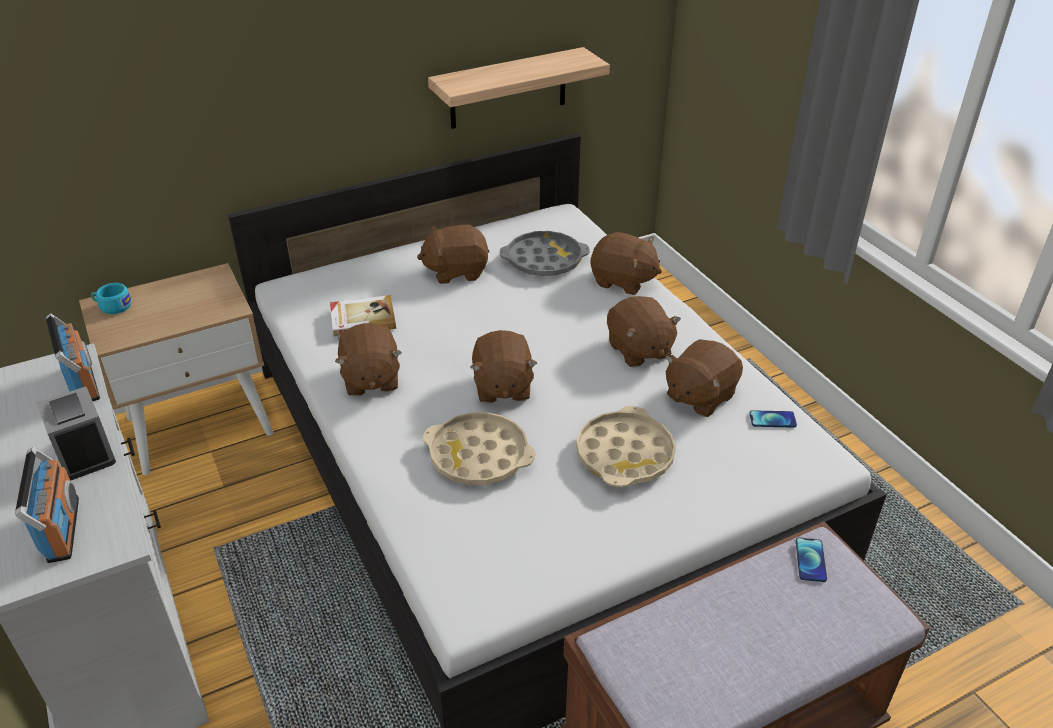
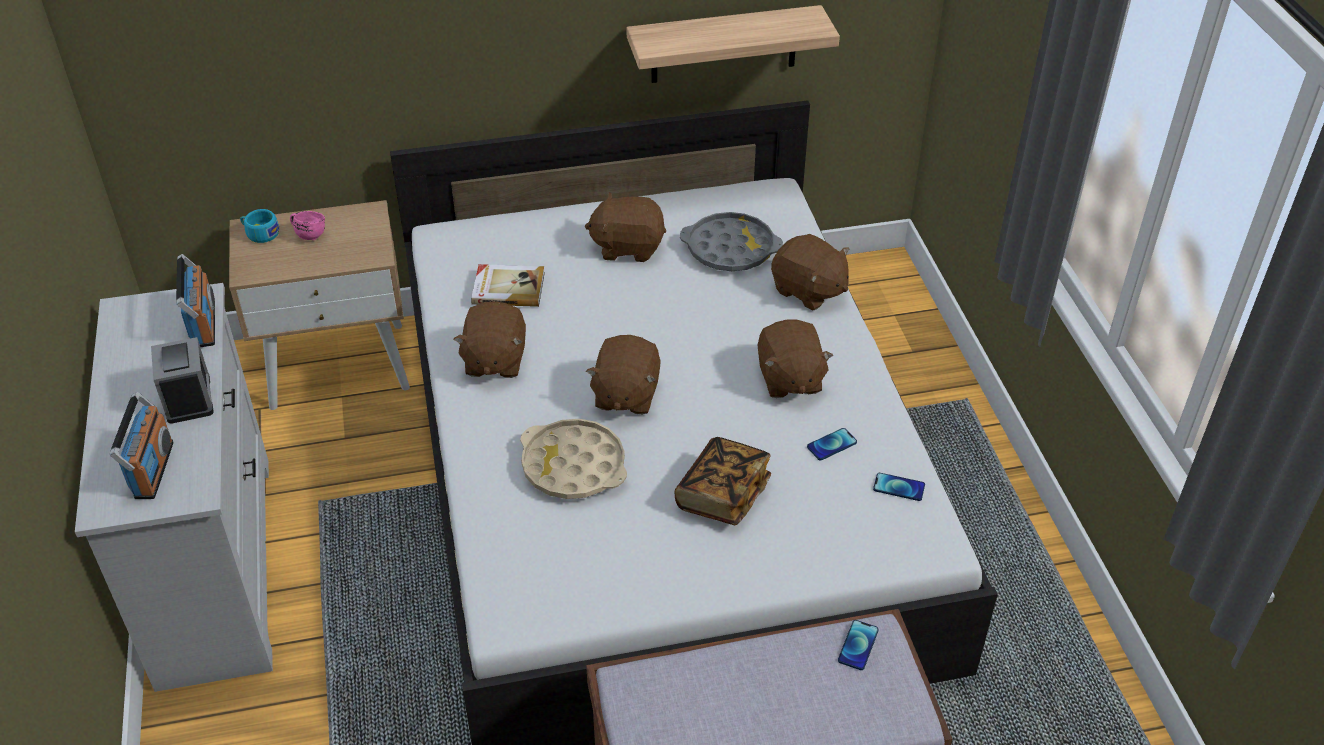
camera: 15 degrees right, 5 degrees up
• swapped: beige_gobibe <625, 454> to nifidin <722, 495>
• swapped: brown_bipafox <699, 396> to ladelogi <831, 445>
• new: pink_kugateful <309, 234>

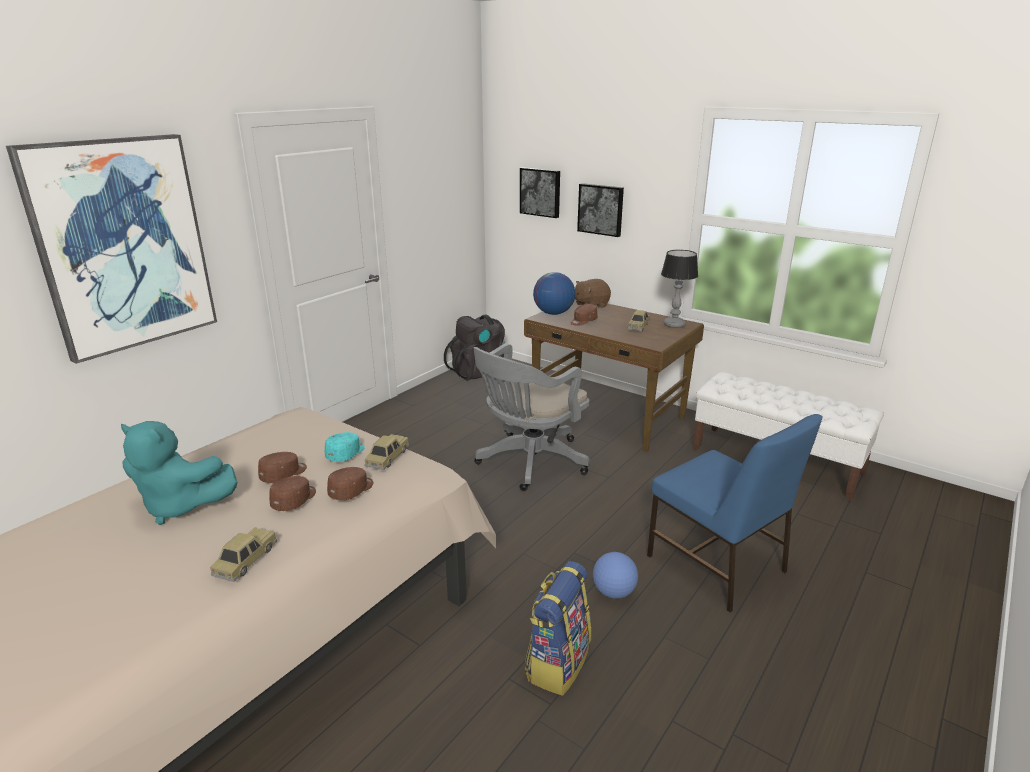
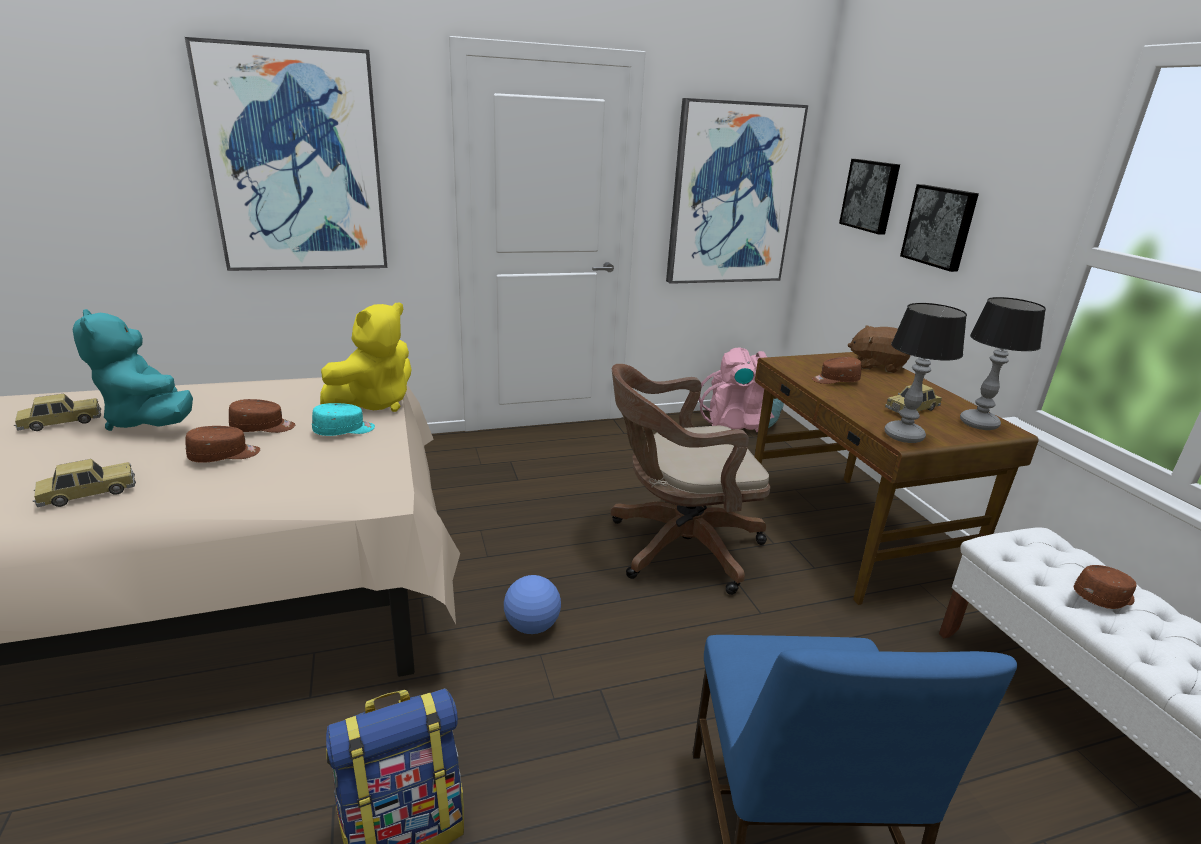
camera: 35 degrees right, 0 degrees up
• shifted: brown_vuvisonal <352, 491> to <1104, 597>
• shifted: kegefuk <387, 458> to <61, 422>
• repainted: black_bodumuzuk <479, 372> to pink_bodumuzuk <739, 422>
• repainted: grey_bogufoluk <528, 462> to brown_bogufoluk <676, 547>
• gone: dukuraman <553, 313>
• shifted: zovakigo <613, 592> to <532, 626>
• new: yellow_bipafox <374, 403>
• new: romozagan <732, 195>
• new: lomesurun <904, 436>

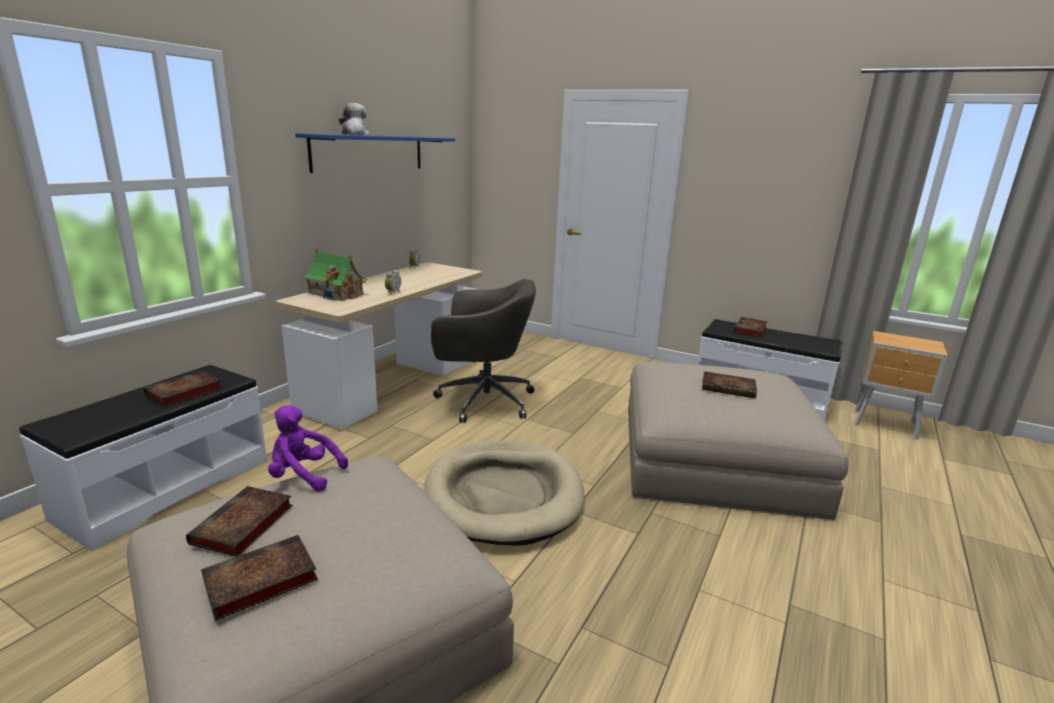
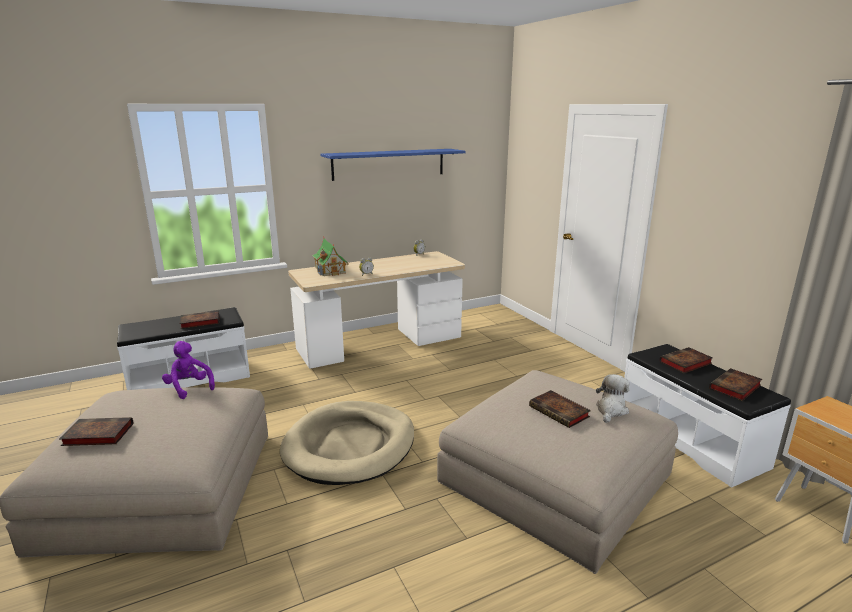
camera: 35 degrees right, 0 degrees up
• shifted: nifidin <242, 526> to <735, 388>
• shifted: bipafox <354, 135> to <611, 410>
• gone: grey_bogufoluk <482, 400>

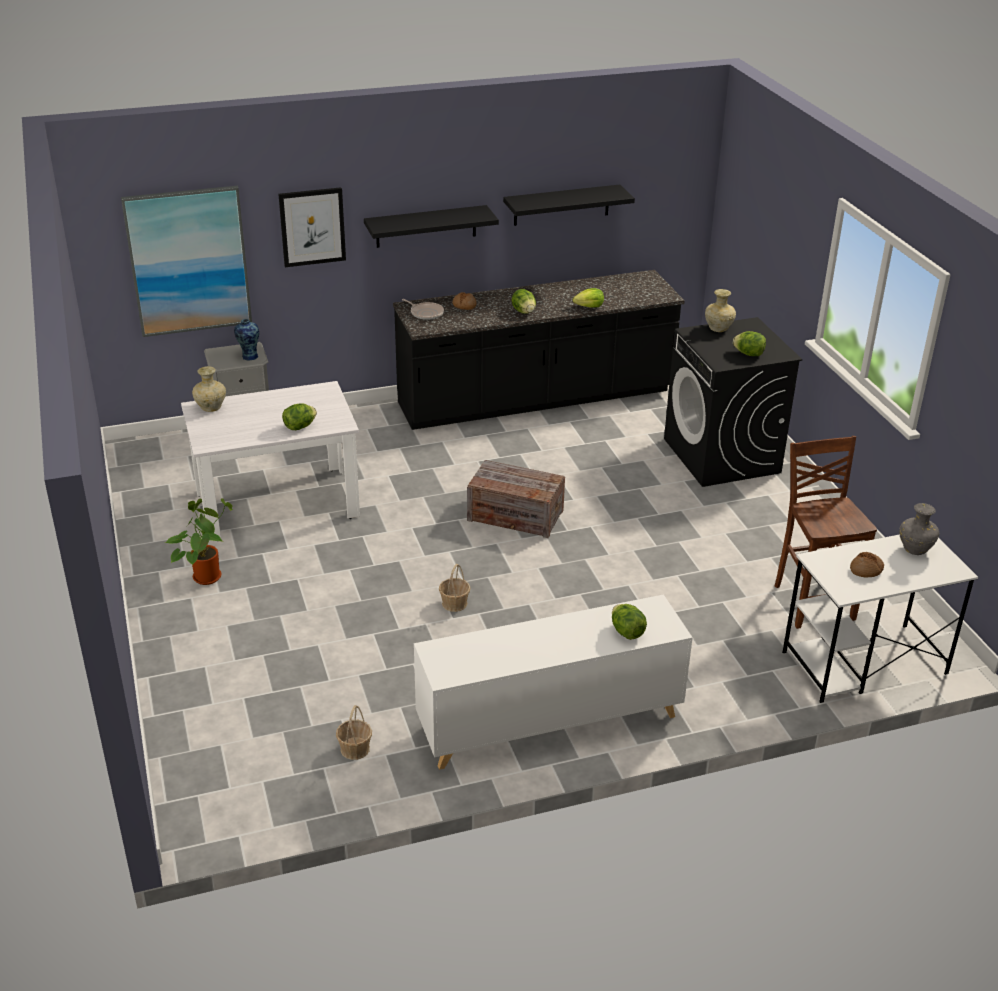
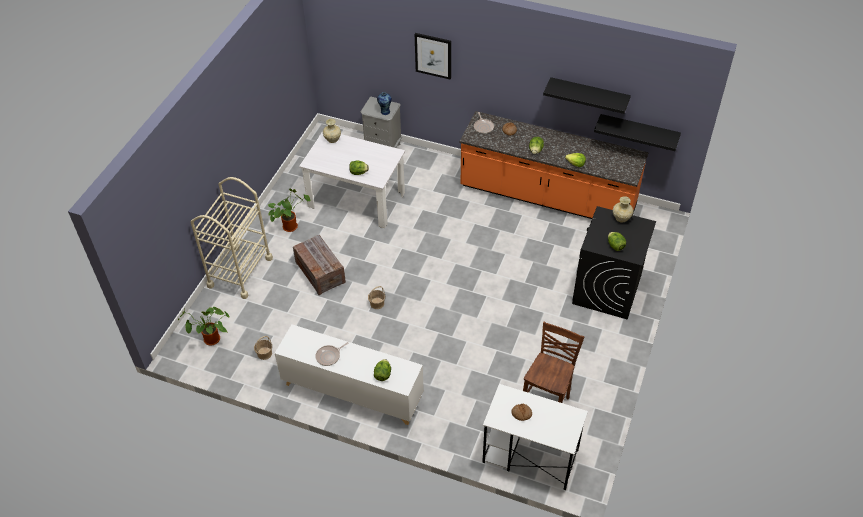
camera: 40 degrees right, 15 degrees up
• gone: romozagan <188, 261>
• shifted: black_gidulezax <426, 226> to <638, 130>
• repainted: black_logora <536, 399> to orange_logora <547, 197>
• shifted: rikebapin <515, 515> to <320, 272>
• gone: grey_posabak <915, 549>
• new: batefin <210, 340>
• new: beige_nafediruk <240, 272>
• new: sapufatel <329, 356>

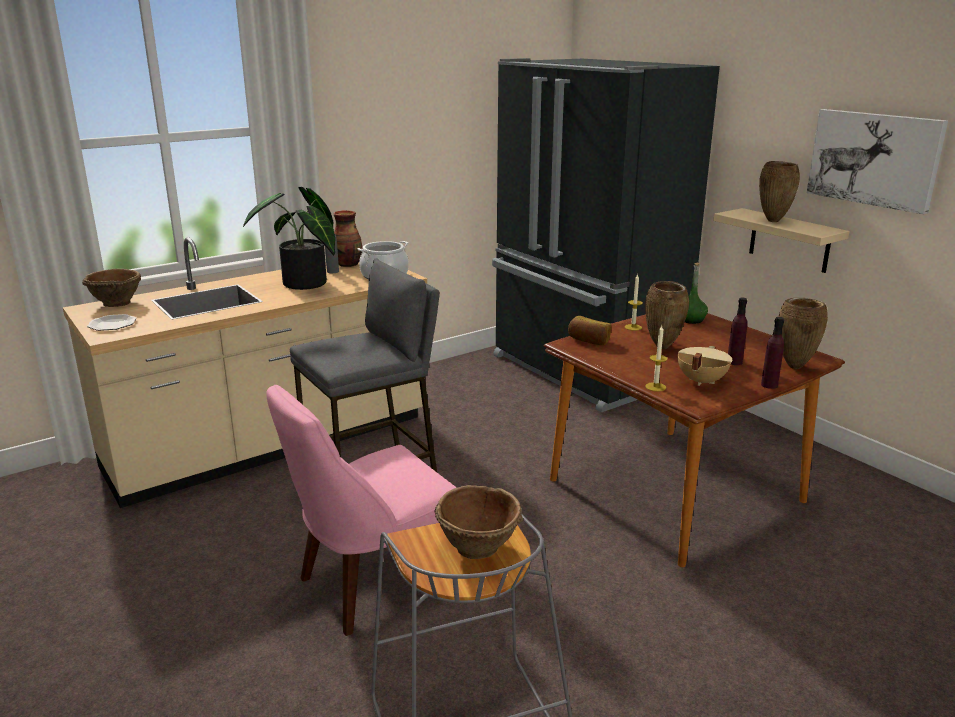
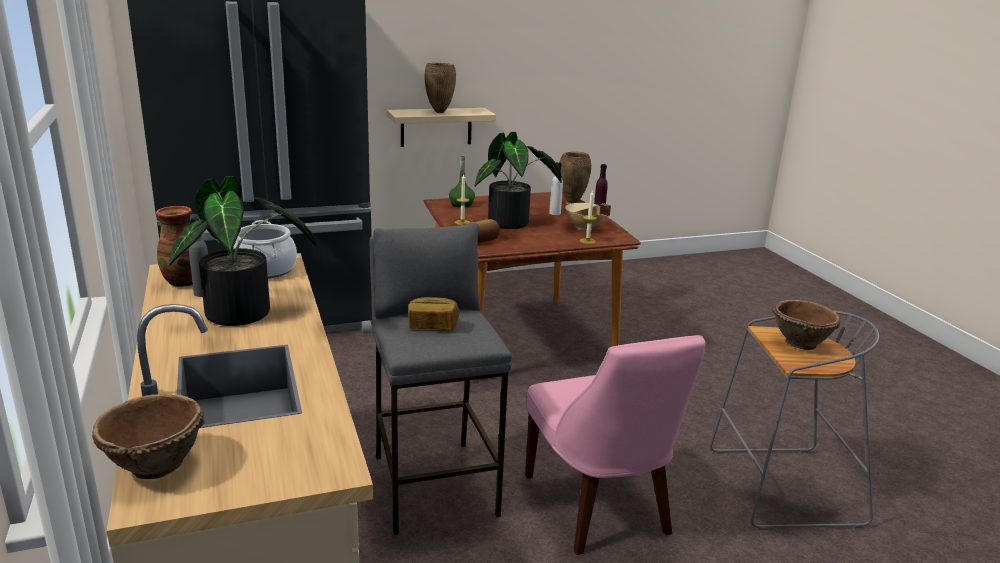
camera: 75 degrees left, 0 degrees up
• gone: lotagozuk <112, 324>
• swapped: brown_posabak <663, 347> to batefin <513, 223>
• repainted: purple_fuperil <734, 362> to white_fuperil <555, 213>
• gone: romozagan <874, 159>
• new: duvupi <432, 326>

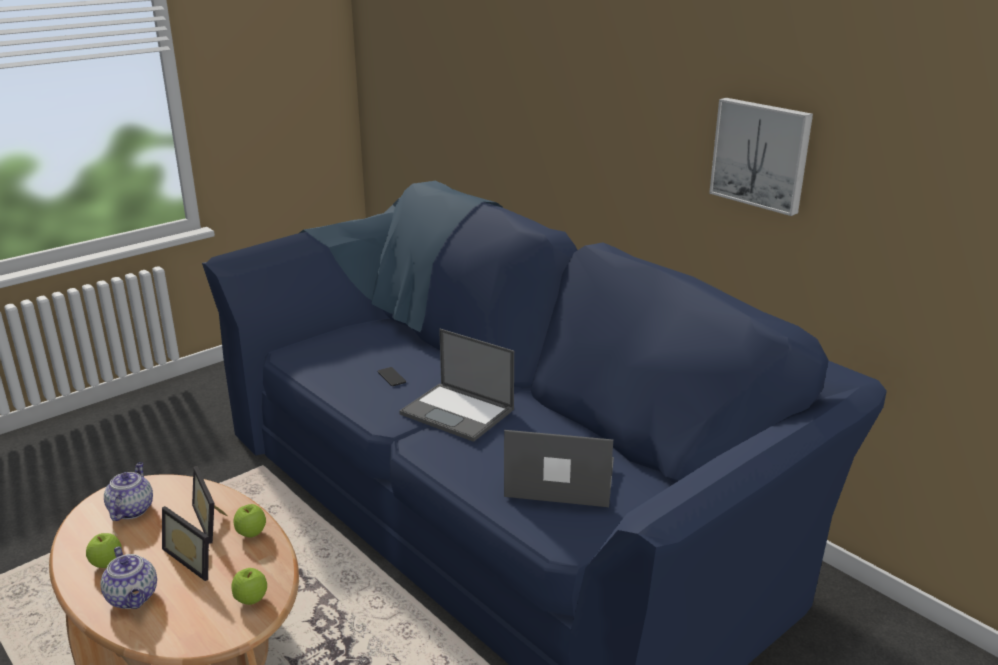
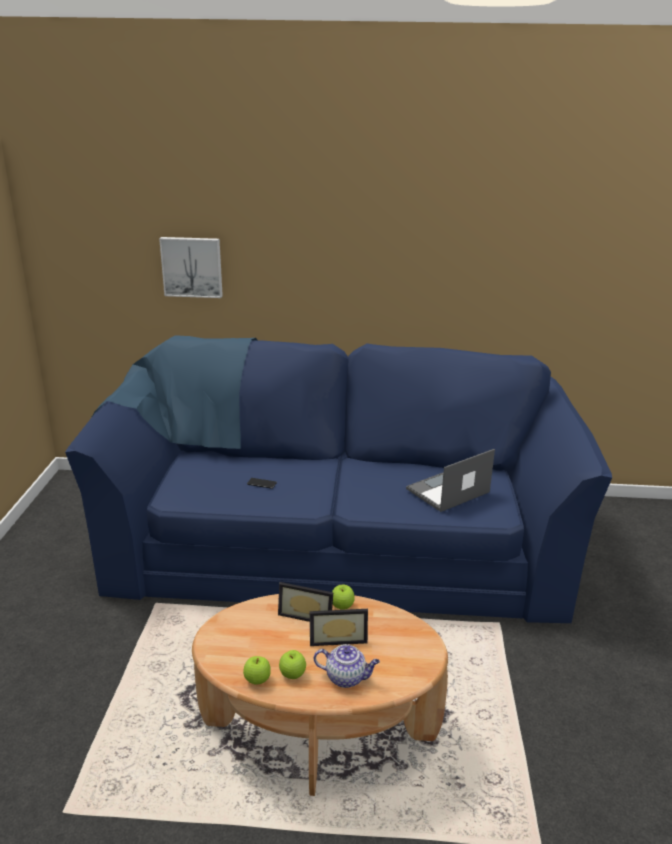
camera: 45 degrees left, 0 degrees up
• gone: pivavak <131, 509>
• shifted: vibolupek <251, 599> to <257, 680>
• gone: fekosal <458, 412>
• shifted: romozagan <761, 154> to <192, 267>

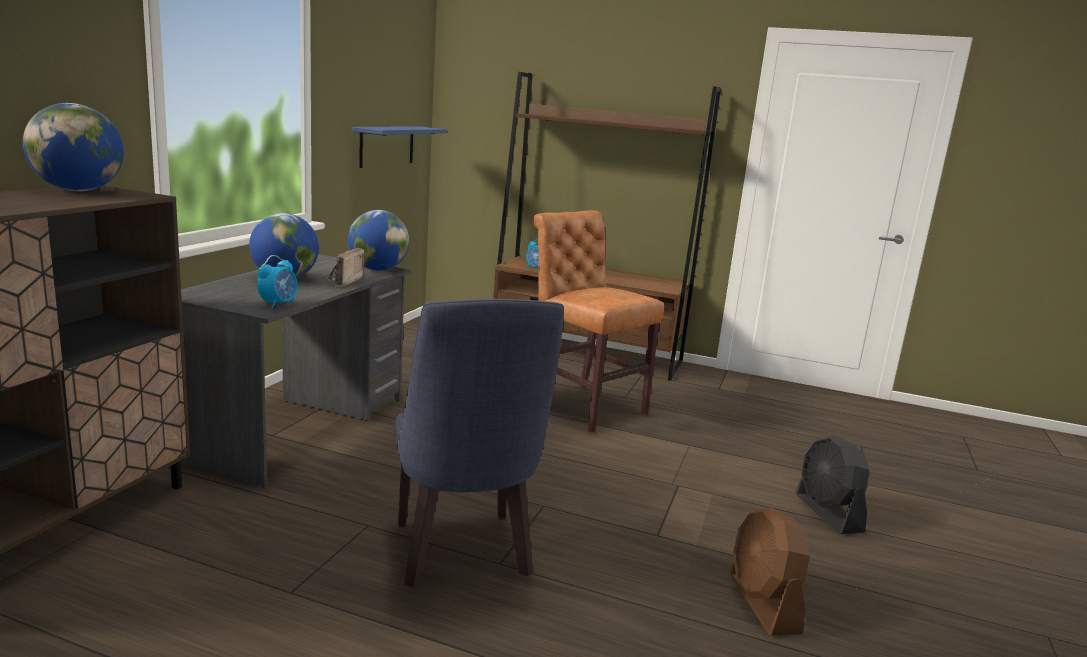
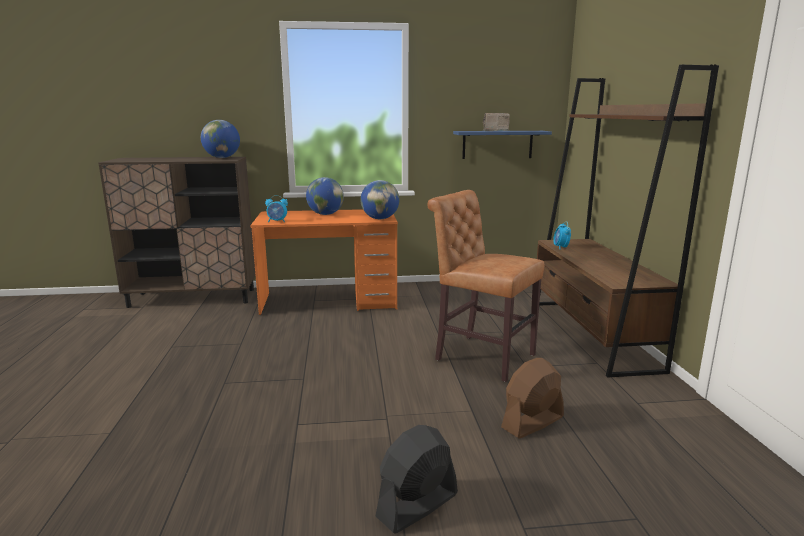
camera: 65 degrees right, 0 degrees up
• repainted: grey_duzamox <297, 427> to orange_duzamox <329, 301>
• shifted: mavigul <342, 281> to <493, 131>
• gone: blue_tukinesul <463, 556>
• rotated: brown_tukinesul <582, 405> = <480, 356> 75 degrees counterclockwise
• shifted: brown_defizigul <763, 603> to <532, 422>

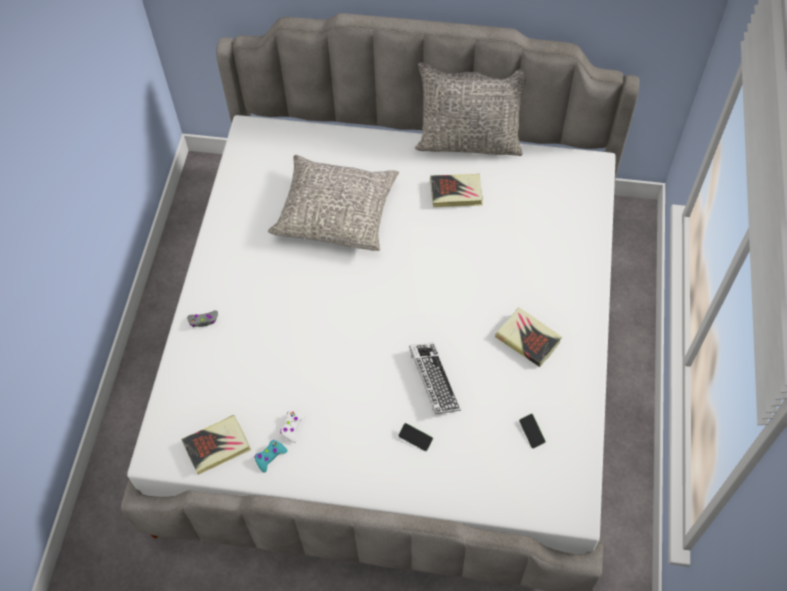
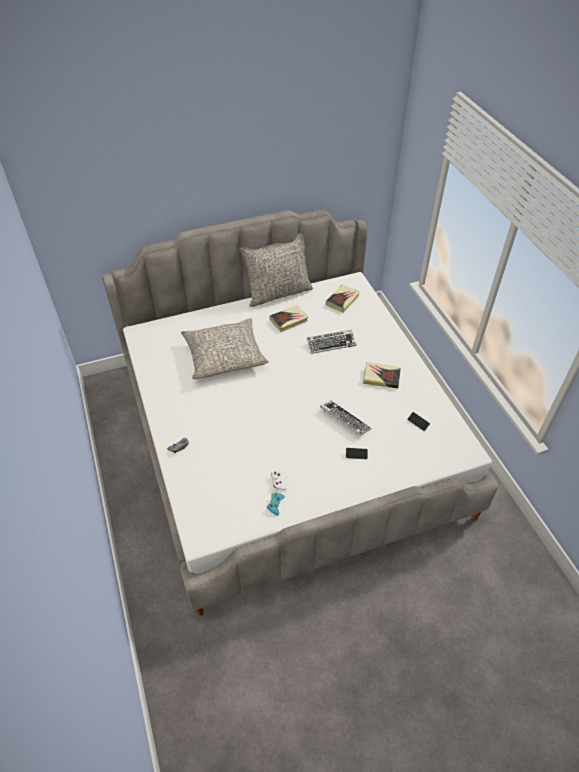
camera: 30 degrees left, 10 degrees down
• shifted: nifidin <217, 446> to <342, 300>
• new: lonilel <331, 344>

